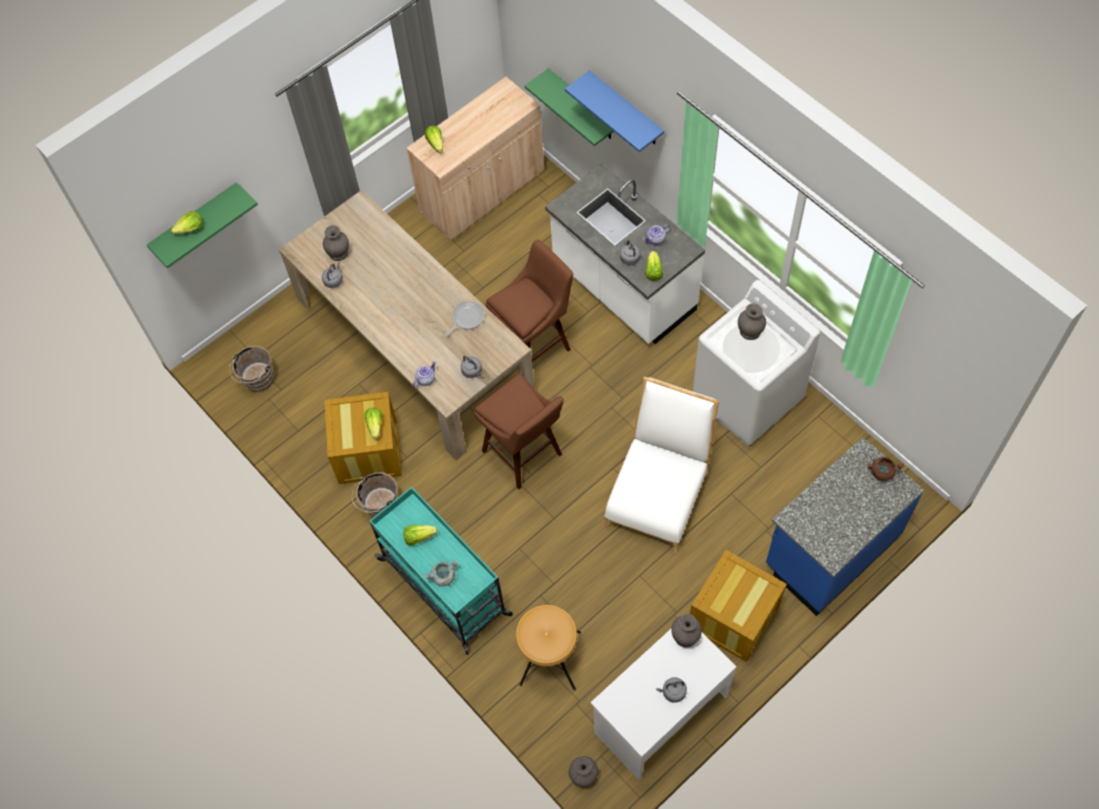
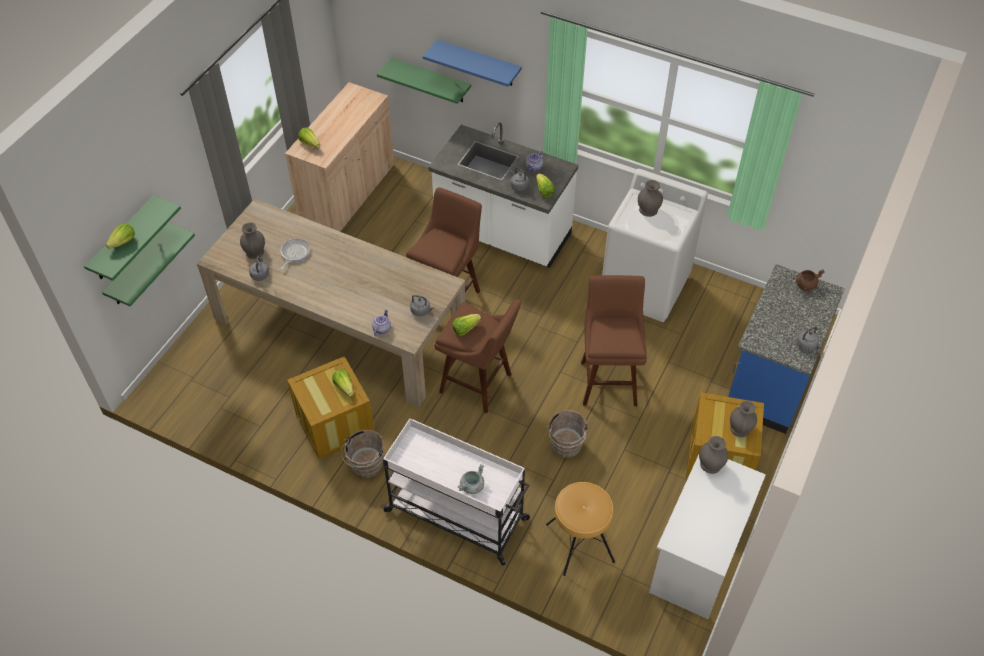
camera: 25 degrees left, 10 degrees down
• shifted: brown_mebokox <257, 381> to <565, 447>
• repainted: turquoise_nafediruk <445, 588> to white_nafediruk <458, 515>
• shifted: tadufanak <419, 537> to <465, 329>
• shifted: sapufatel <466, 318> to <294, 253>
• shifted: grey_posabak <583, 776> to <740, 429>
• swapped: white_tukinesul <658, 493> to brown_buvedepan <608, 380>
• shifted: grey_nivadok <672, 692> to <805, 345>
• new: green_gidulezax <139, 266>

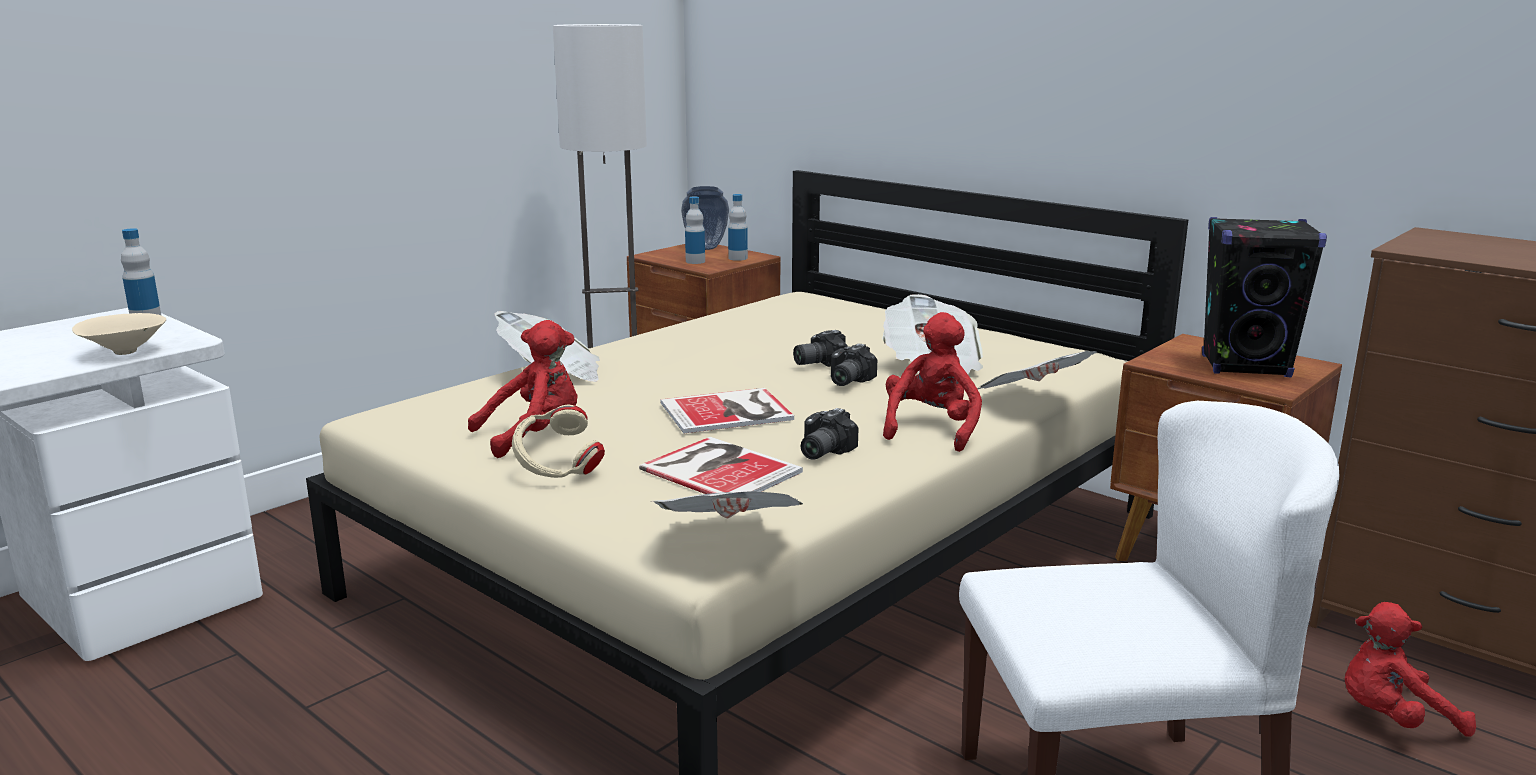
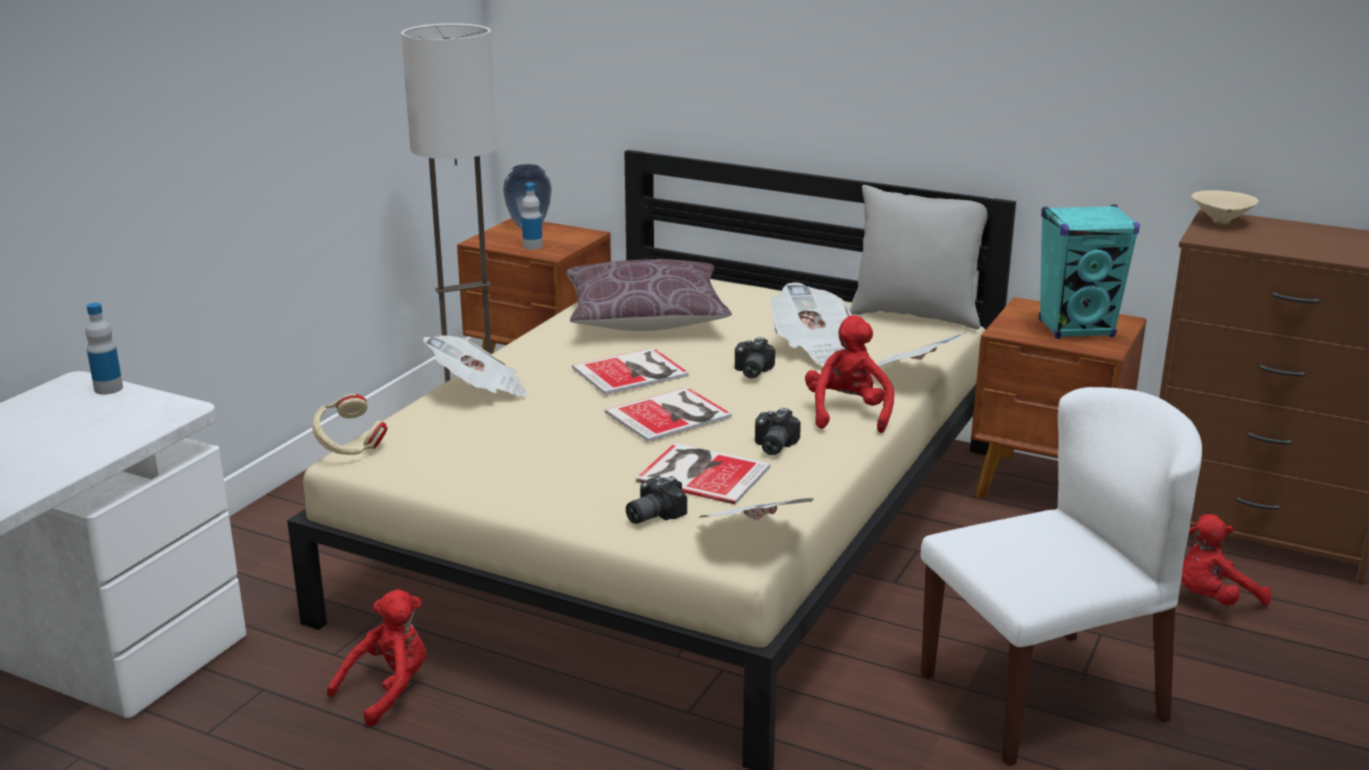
camera: 15 degrees left, 5 degrees up
• shifted: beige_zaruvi <123, 353> to <1221, 222>
• shifted: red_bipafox <533, 435> to <388, 690>
• shifted: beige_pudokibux <557, 472> to <349, 449>
• gone: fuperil <738, 258>
• shifted: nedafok <817, 362> to <651, 515>
• repainted: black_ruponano <1246, 367> to turquoise_ruponano <1076, 329>
• new: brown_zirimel <645, 318>
• new: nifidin <633, 372>
• new: grey_zirimel <916, 315>

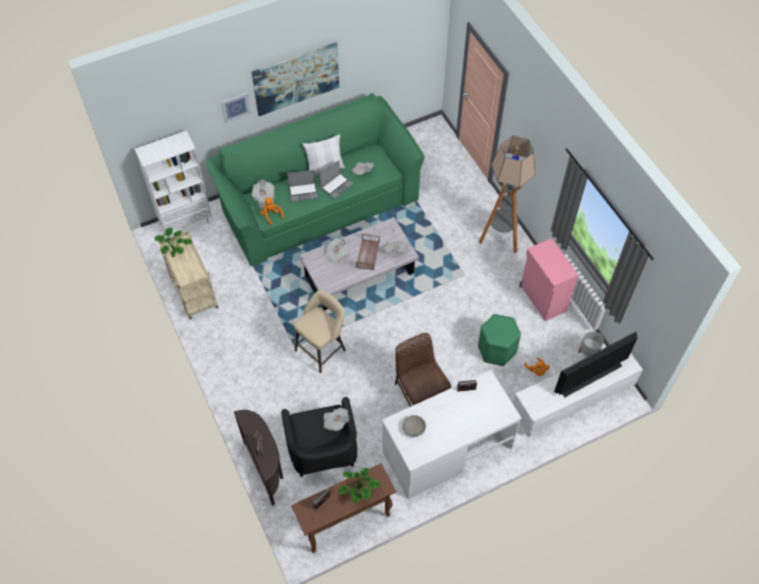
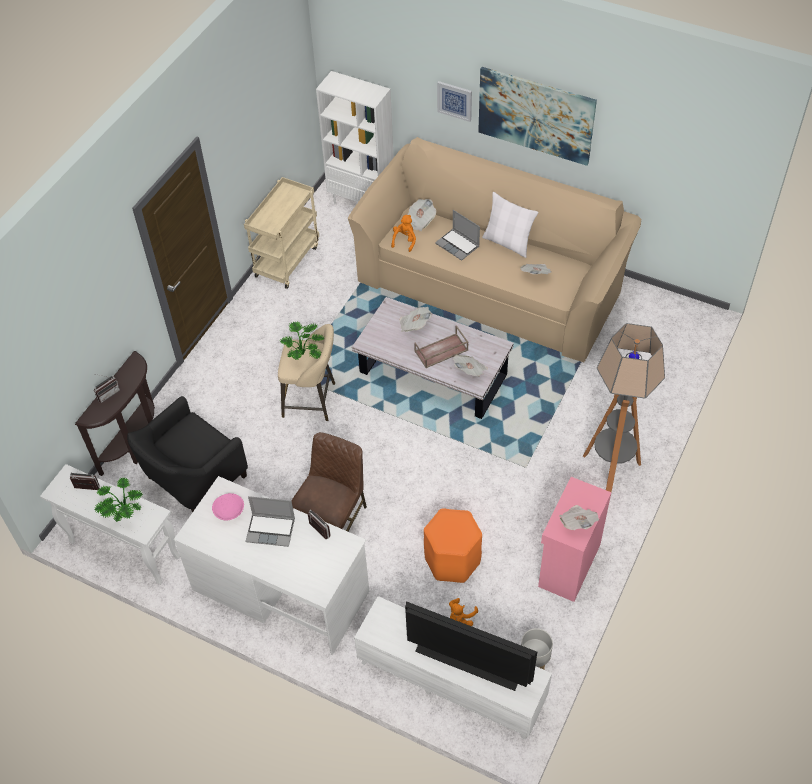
camera: 55 degrees right, 5 degrees down
• shifted: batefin <175, 250> to <304, 353>
• repainted: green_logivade <317, 200> to beige_logivade <492, 280>
• repainted: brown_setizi <345, 522> to white_setizi <123, 549>
• shifted: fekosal <336, 186> to <271, 530>
• shifted: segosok <335, 422> to <577, 523>
• repainted: grey_zaruvi <414, 428> to pink_zaruvi <229, 511>
• repainted: green_buvedepan <496, 350> to orange_buvedepan <452, 560>

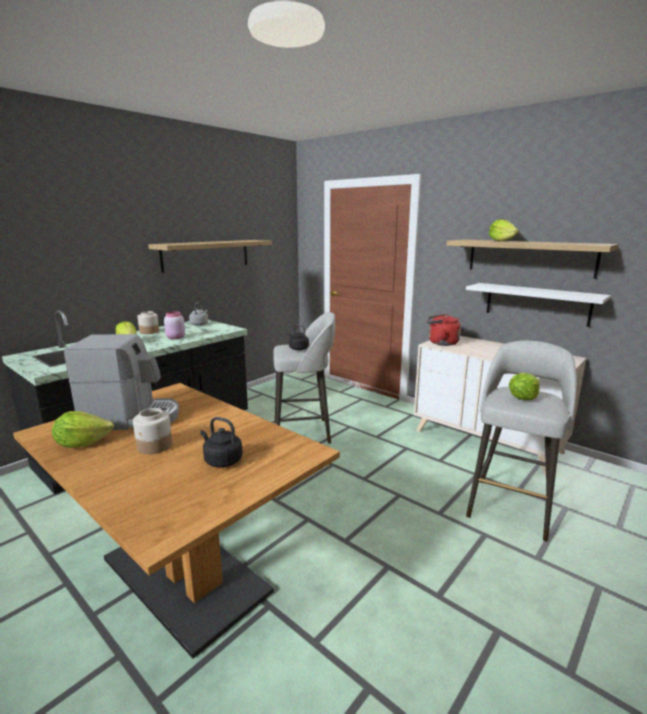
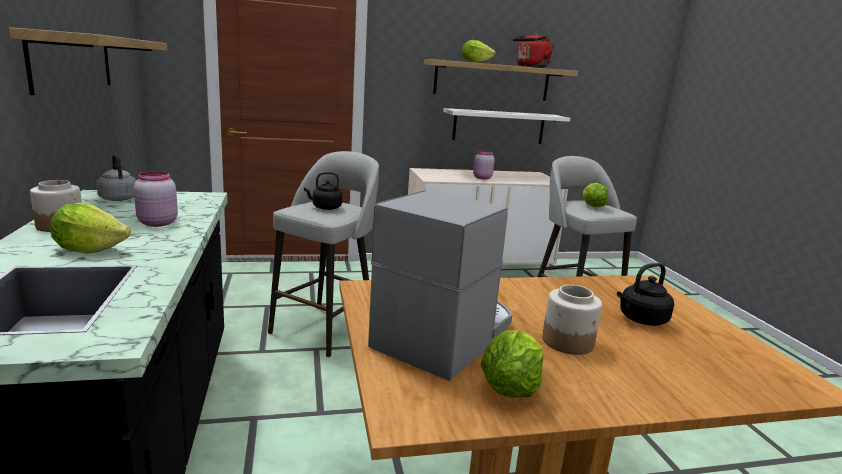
camera: 55 degrees left, 0 degrees up
• shifted: red_nivadok <441, 343> to <530, 67>
• new: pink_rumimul <481, 178>

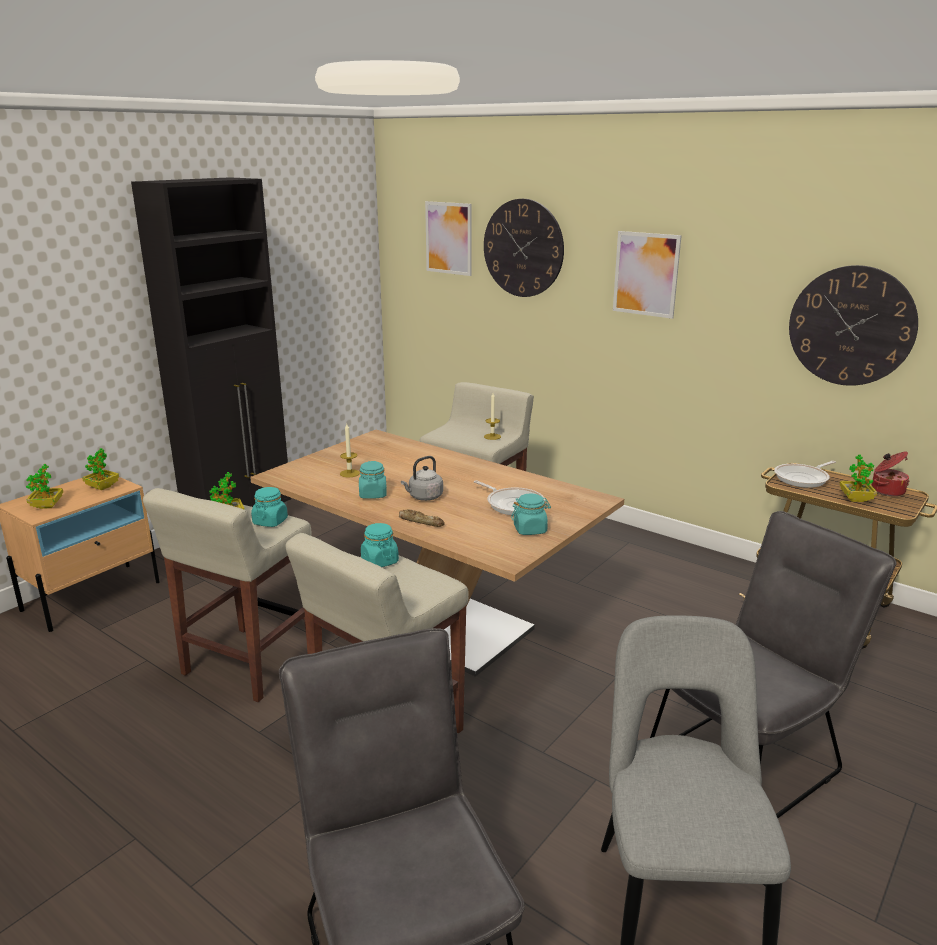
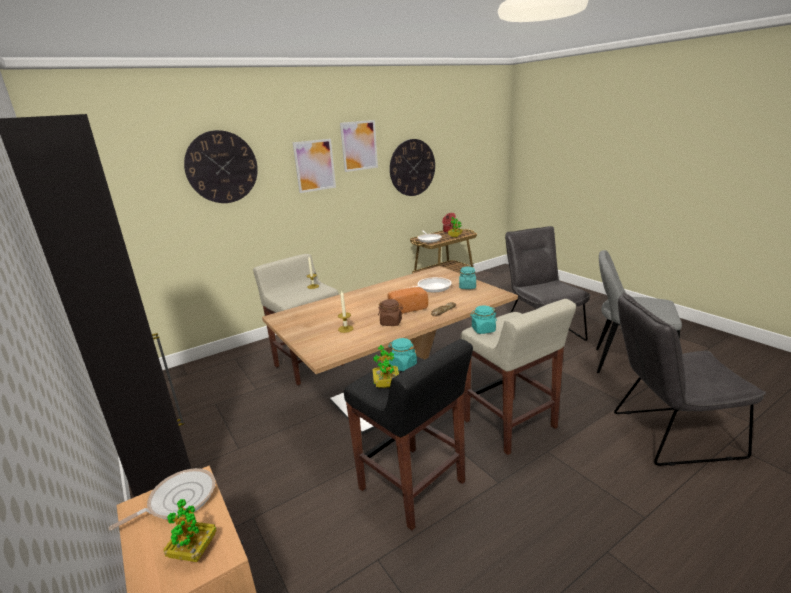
camera: 70 degrees left, 0 degrees up
• swapped: batefin <102, 487> to sapufatel <178, 500>
• repainted: beige_buvedepan <248, 664> to black_buvedepan <413, 486>
• repainted: turquoise_rumimul <373, 494> to brown_rumimul <391, 323>
• swapped: grey_nivadok <424, 497> to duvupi <407, 308>
• shifted: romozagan <448, 238> to <359, 145>

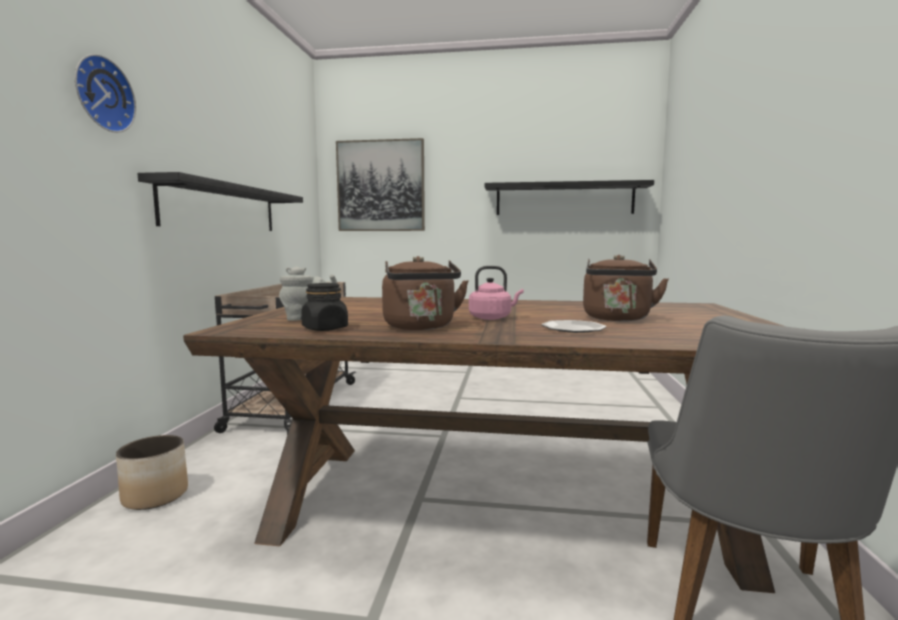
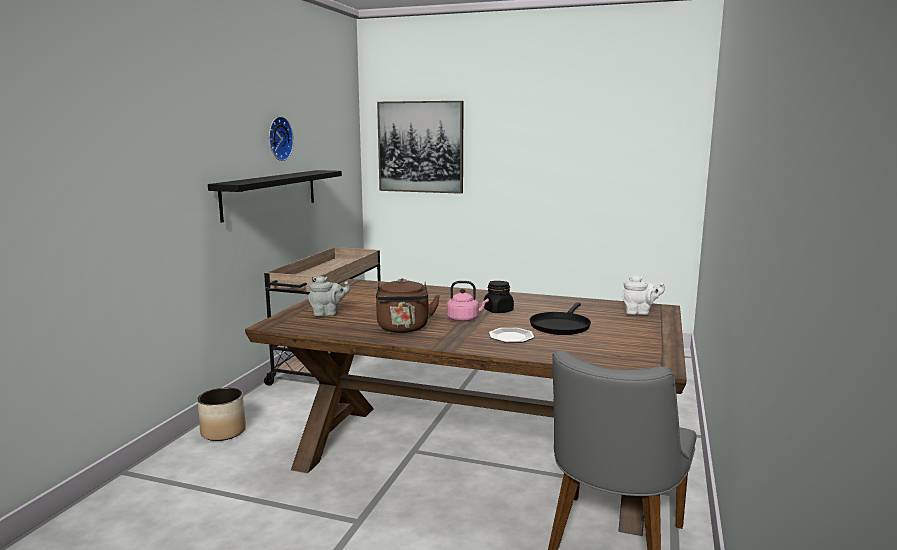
camera: 10 degrees right, 5 degrees up
• shifted: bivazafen <101, 94> to <278, 138>
• shifted: black_rumimul <325, 328> to <498, 311>
• gone: black_gidulezax <564, 199>
• swapped: brown_nivadok <617, 319> to black_sapufatel <560, 326>
• new: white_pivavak <639, 313>

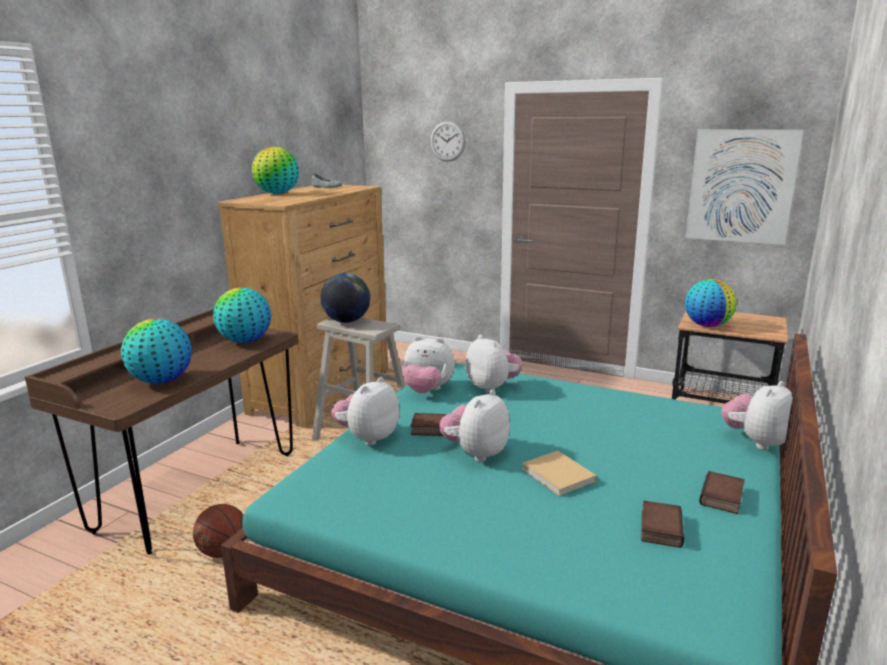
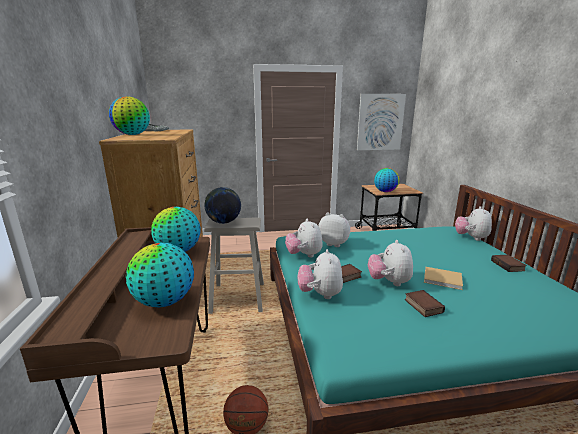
camera: 35 degrees left, 0 degrees up
• rotated: bipafox <427, 391> = <304, 255> 90 degrees clockwise
• gone: bivazafen <447, 141>
• shifted: nifidin <659, 528> to <422, 306>

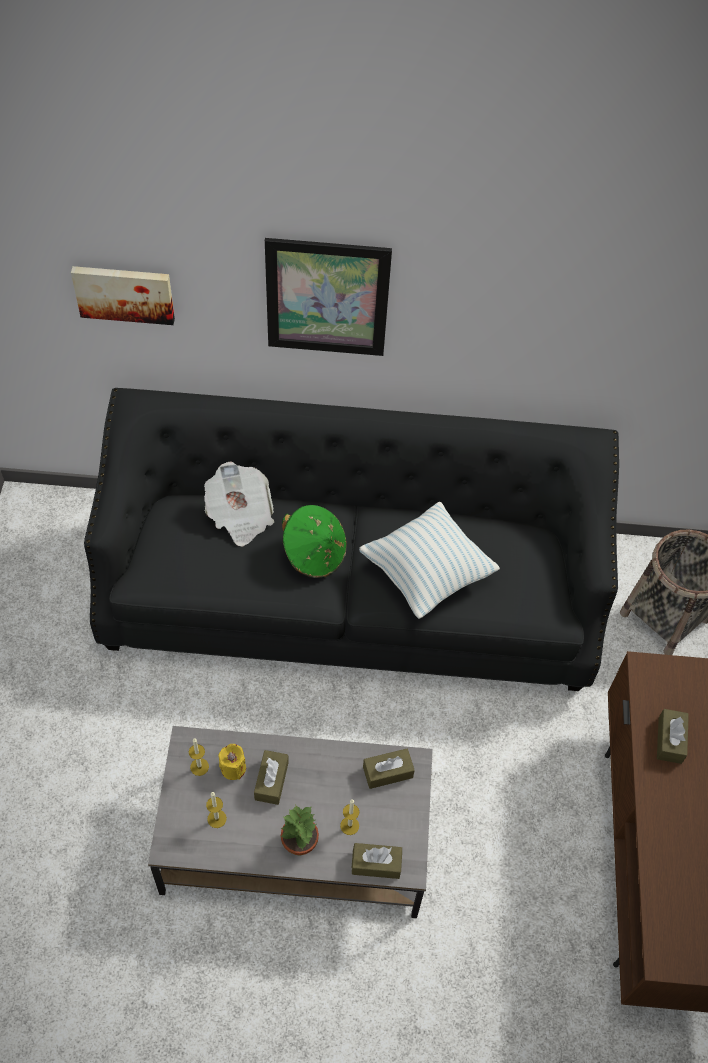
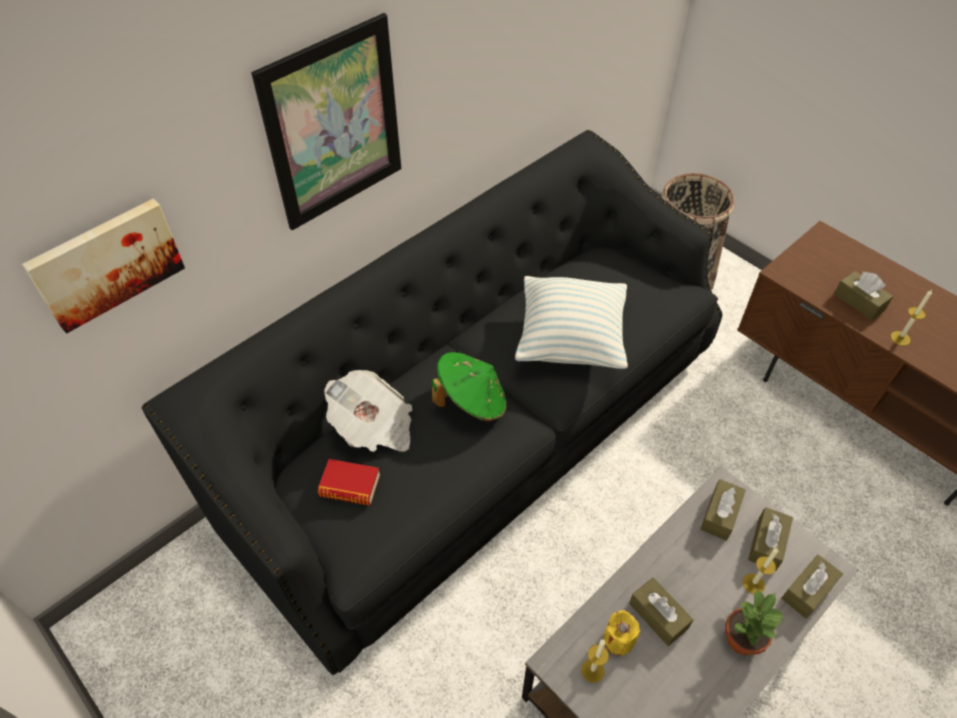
camera: 45 degrees left, 5 degrees down
• shifted: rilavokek <217, 818> to <900, 338>
• new: nifidin <350, 486>
• new: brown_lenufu <767, 543>

